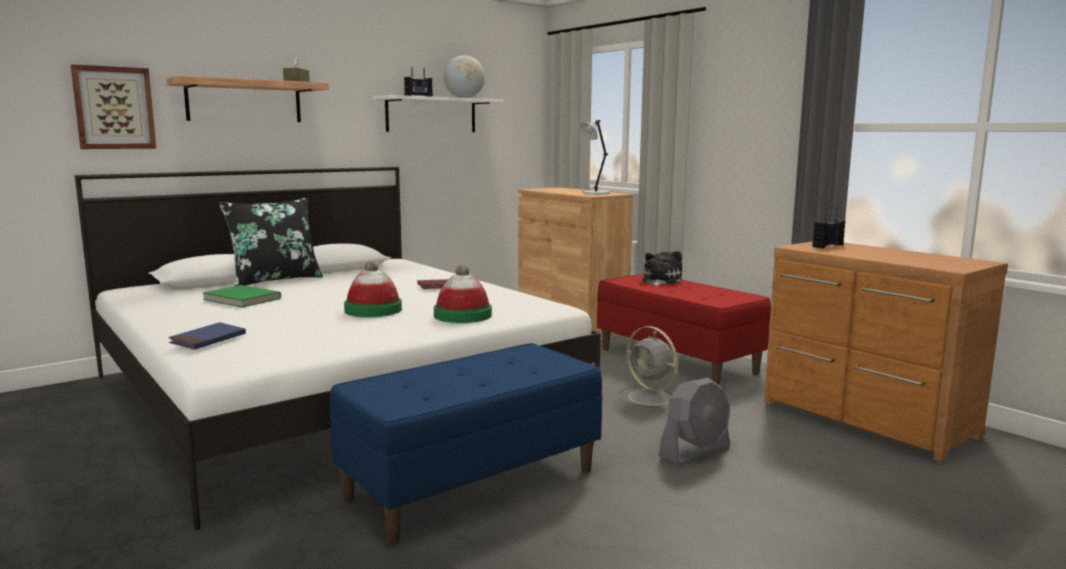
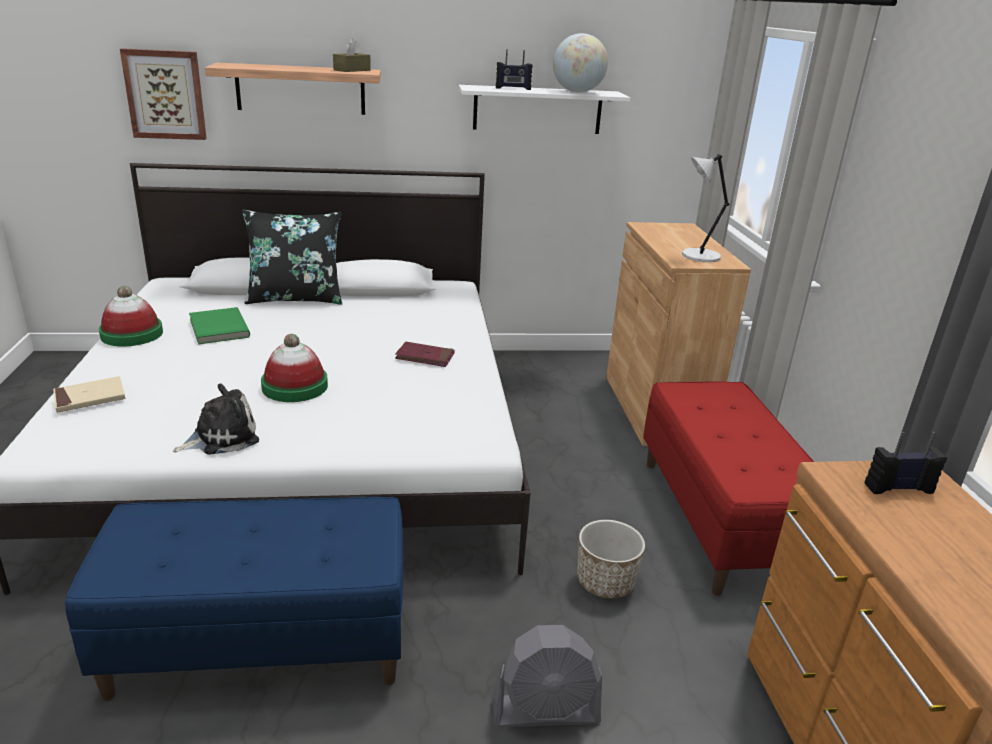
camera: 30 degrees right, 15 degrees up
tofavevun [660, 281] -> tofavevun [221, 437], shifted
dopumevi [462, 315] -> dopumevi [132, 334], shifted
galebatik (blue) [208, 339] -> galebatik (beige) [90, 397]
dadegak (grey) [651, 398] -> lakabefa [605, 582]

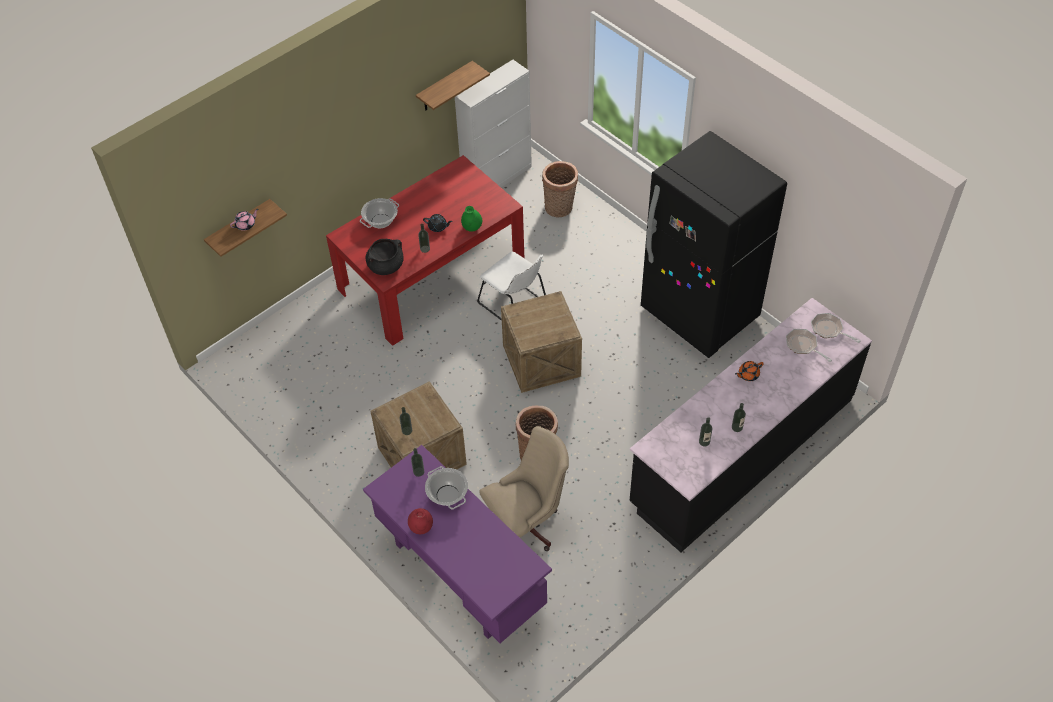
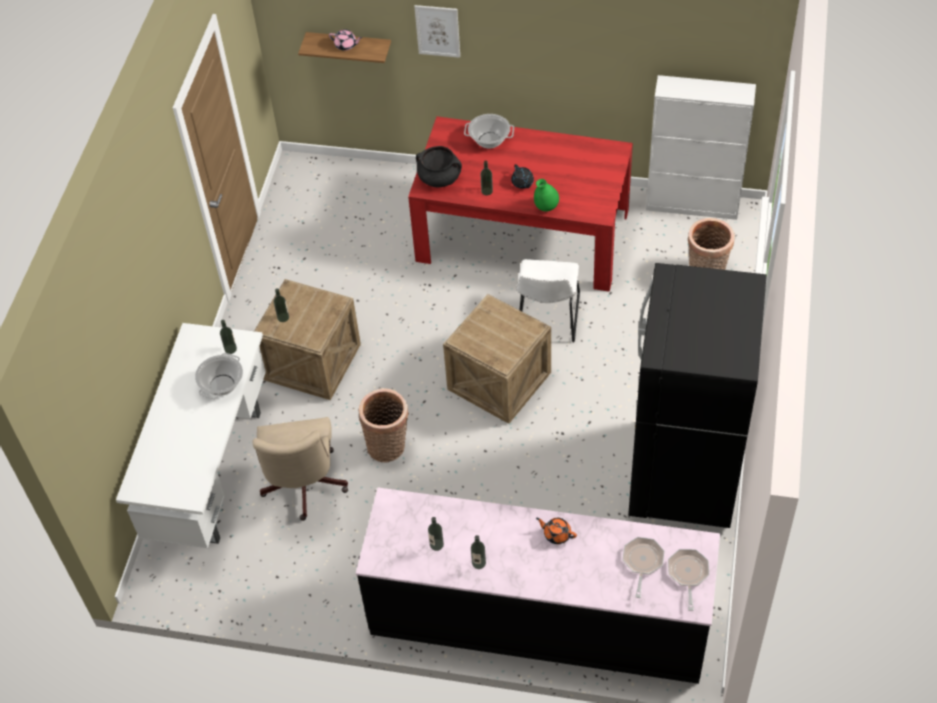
camera: 55 degrees right, 0 degrees up
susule [445, 87] -> none
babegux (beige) [526, 524] -> babegux (beige) [303, 488], 60 degrees clockwise
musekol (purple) [460, 574] -> musekol (white) [211, 472]
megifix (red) [421, 528] -> none
none -> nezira [437, 31]

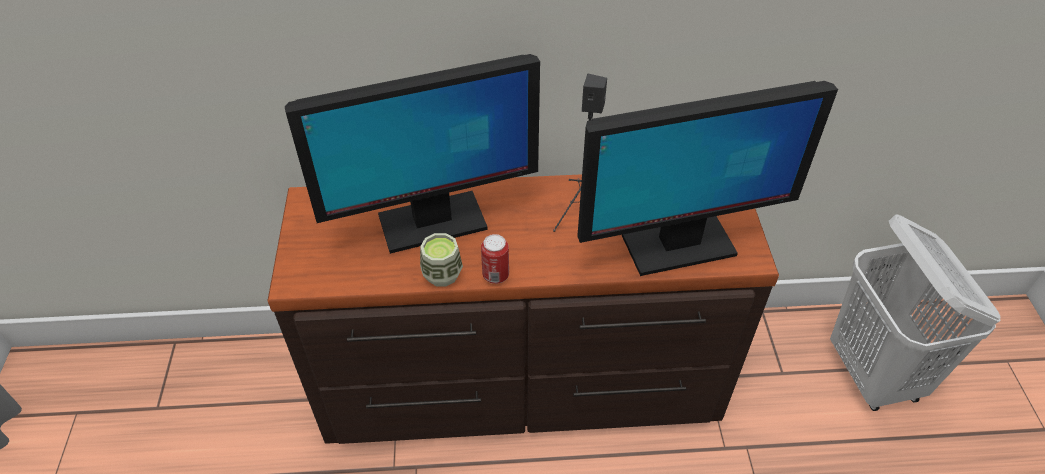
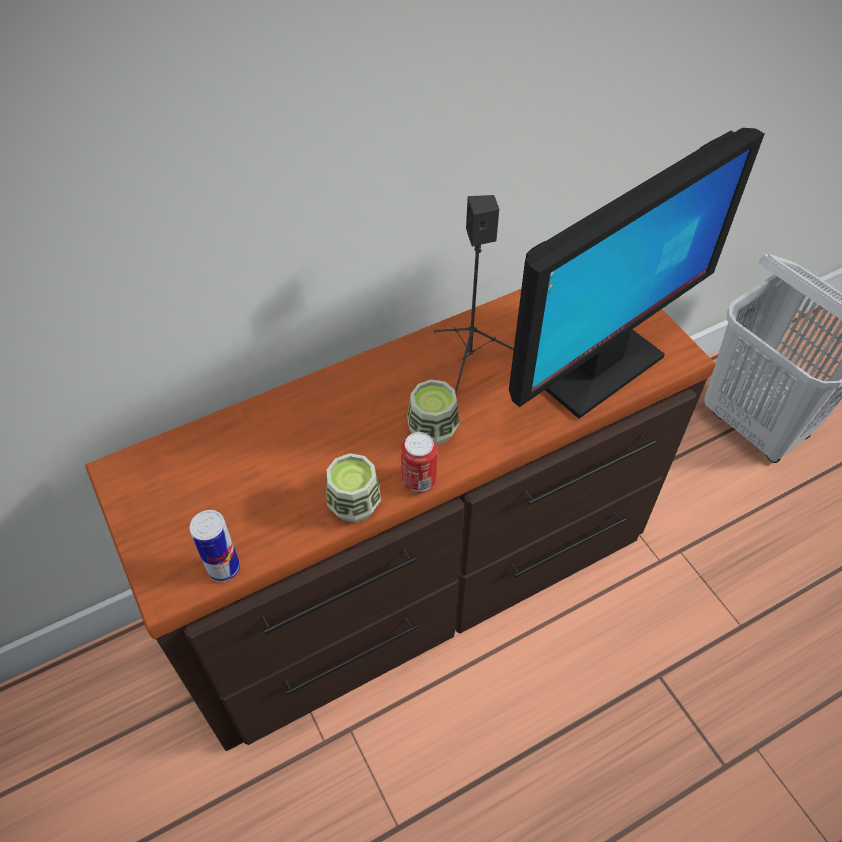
camera: 25 degrees left, 5 degrees up
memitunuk [431, 223] -> none
none -> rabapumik [433, 429]
none -> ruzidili [224, 568]

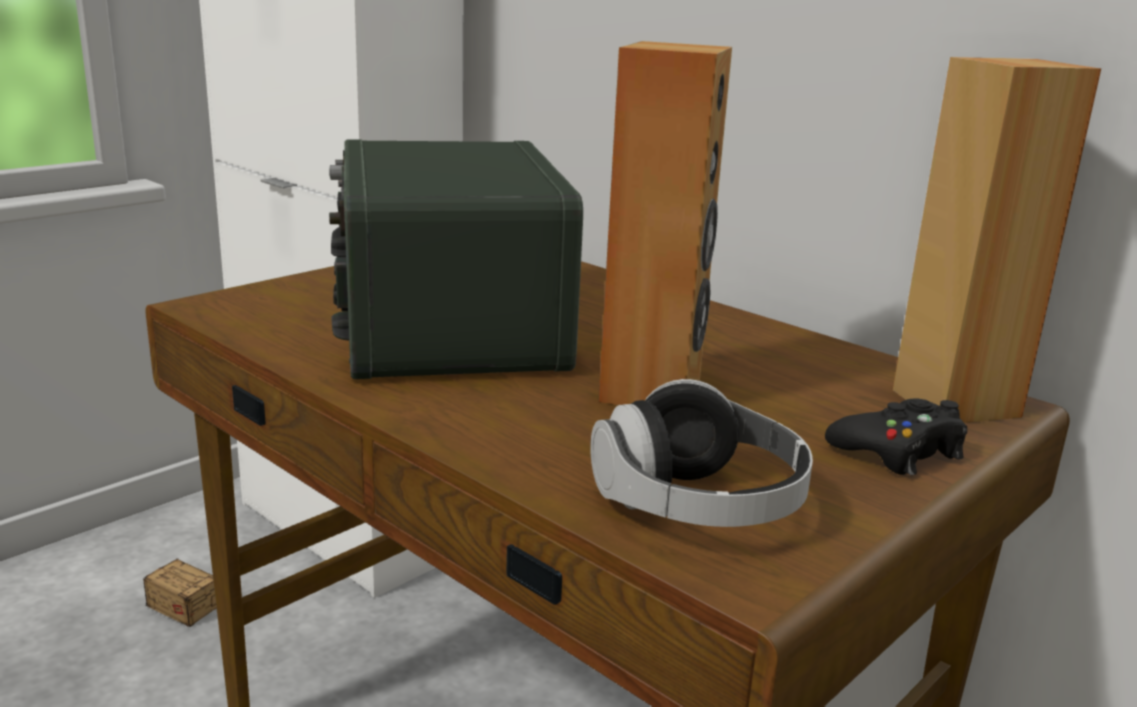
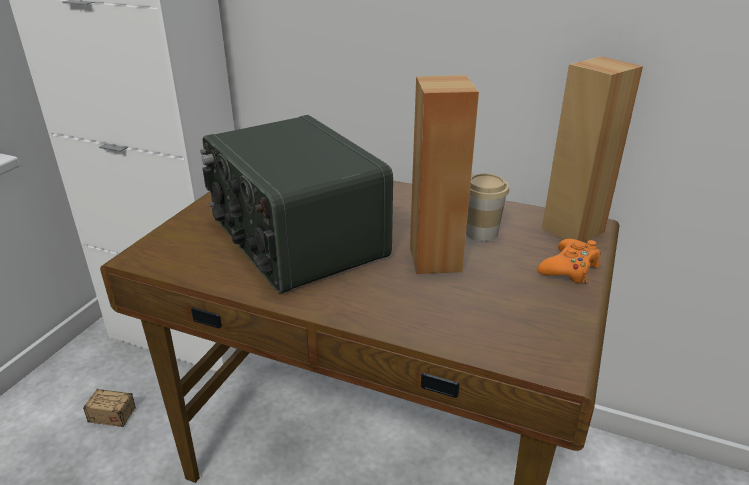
camera: 20 degrees left, 10 degrees up
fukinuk [698, 506] -> none
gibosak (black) [898, 451] -> gibosak (orange) [569, 268]
none -> rabapumik [481, 233]

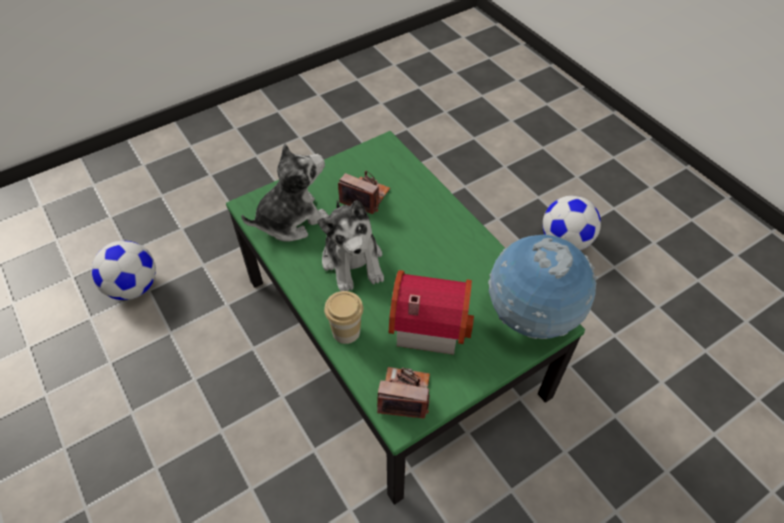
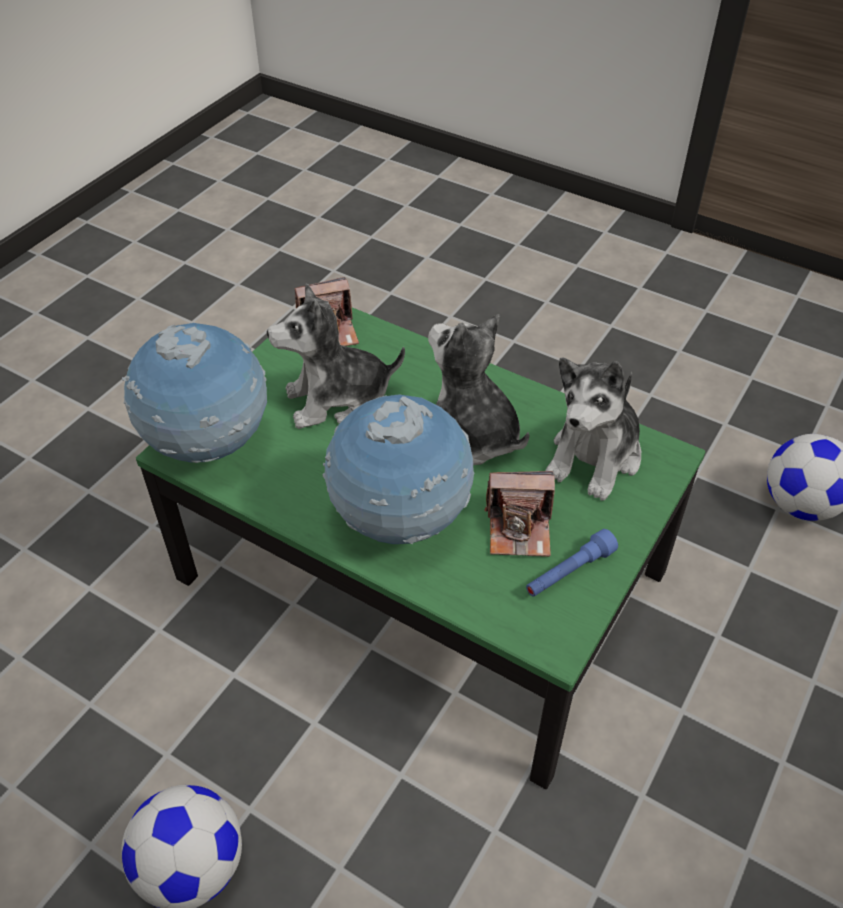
camera: 155 degrees right, 5 degrees down
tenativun [427, 321] -> tofavevun [338, 401]
rabapumik [346, 331] -> none
none -> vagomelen [400, 521]
none -> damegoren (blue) [569, 572]

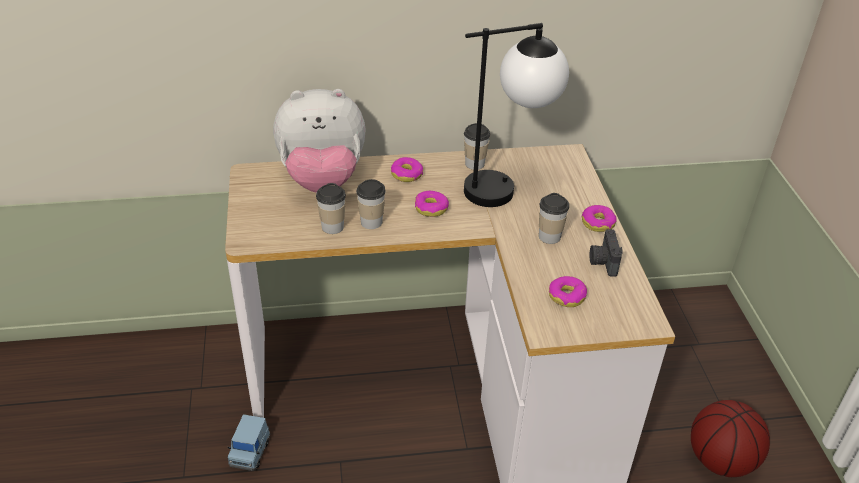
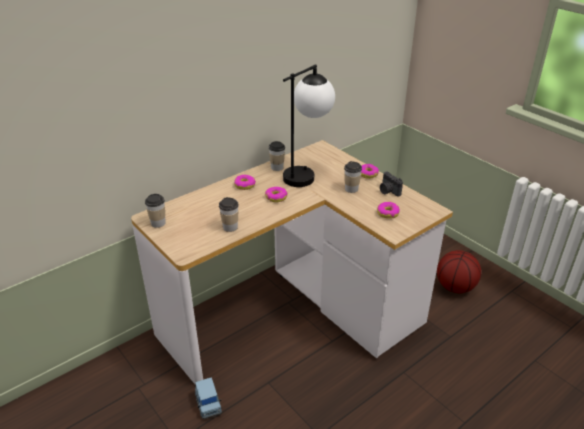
camera: 30 degrees left, 5 degrees down
tofavevun [322, 180] -> none
rabapumik [371, 222] -> rabapumik [158, 223], shifted

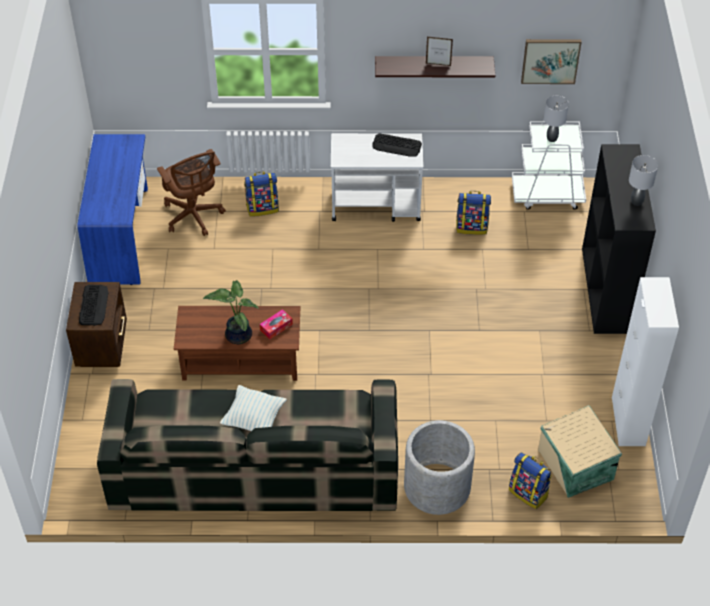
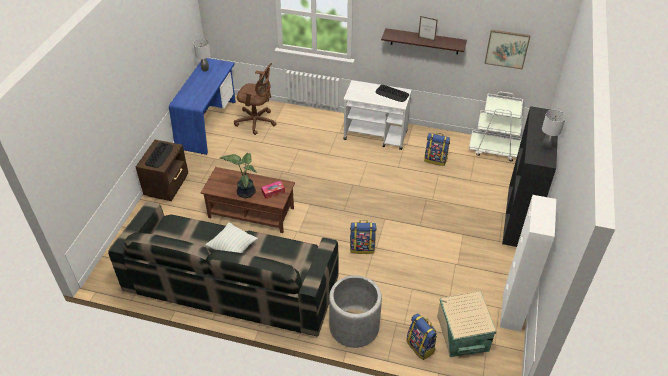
camera: 15 degrees right, 5 degrees down
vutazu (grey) [552, 138] -> vutazu (grey) [205, 69], shifted
babegux (brown) [194, 216] -> babegux (brown) [257, 122], 60 degrees counterclockwise
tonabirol [262, 208] -> tonabirol [362, 247], shifted

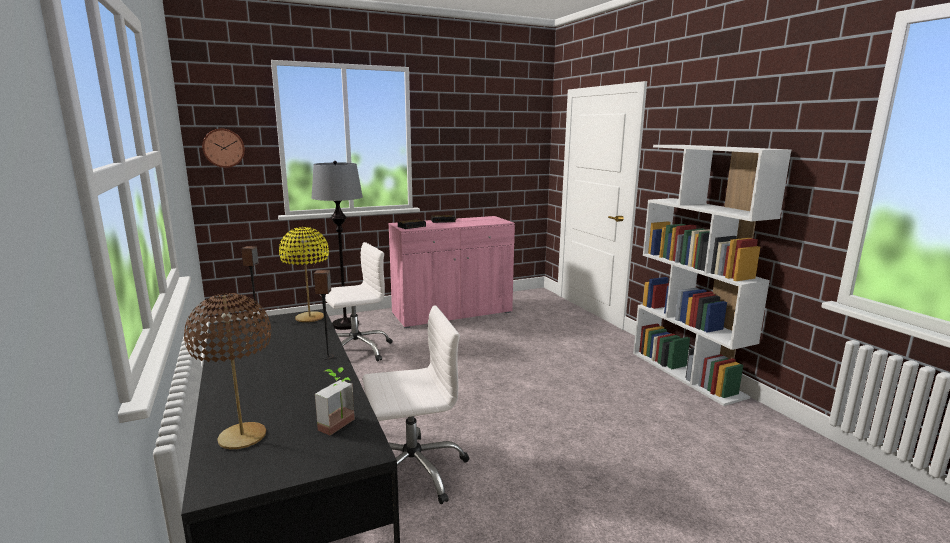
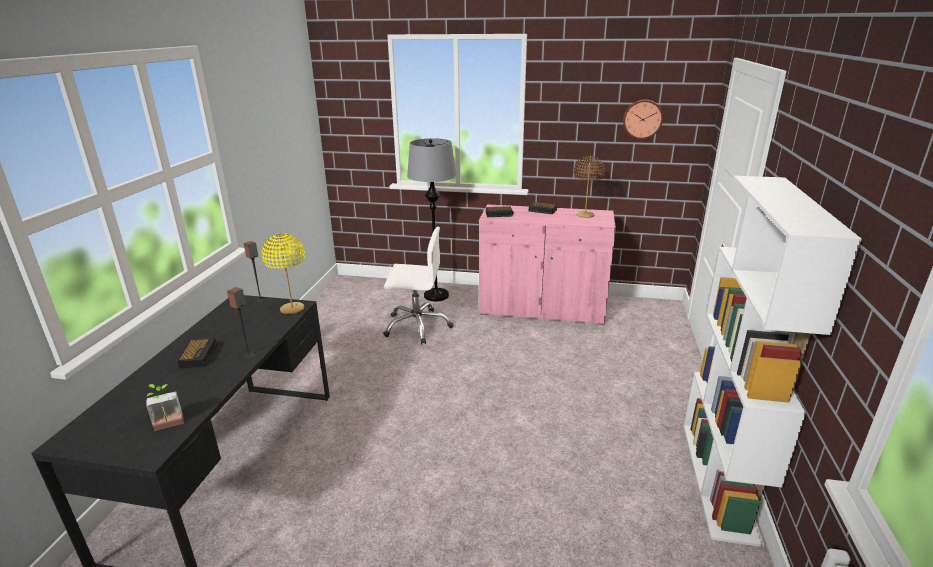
camera: 35 degrees right, 10 degrees up
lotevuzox [223, 148] -> lotevuzox [642, 119], shifted
vutazu (brown) [241, 437] -> vutazu (brown) [584, 215], shifted
babegux (white) [413, 470] -> none
none -> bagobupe [199, 355]

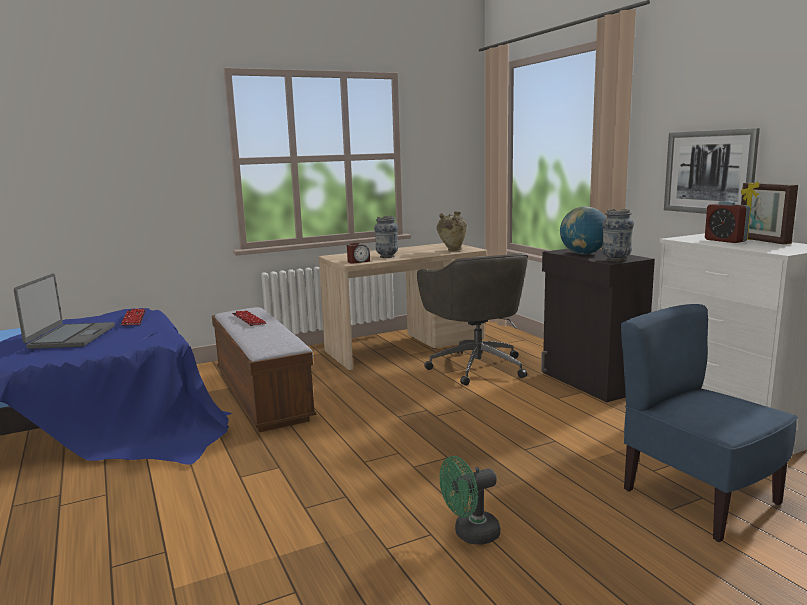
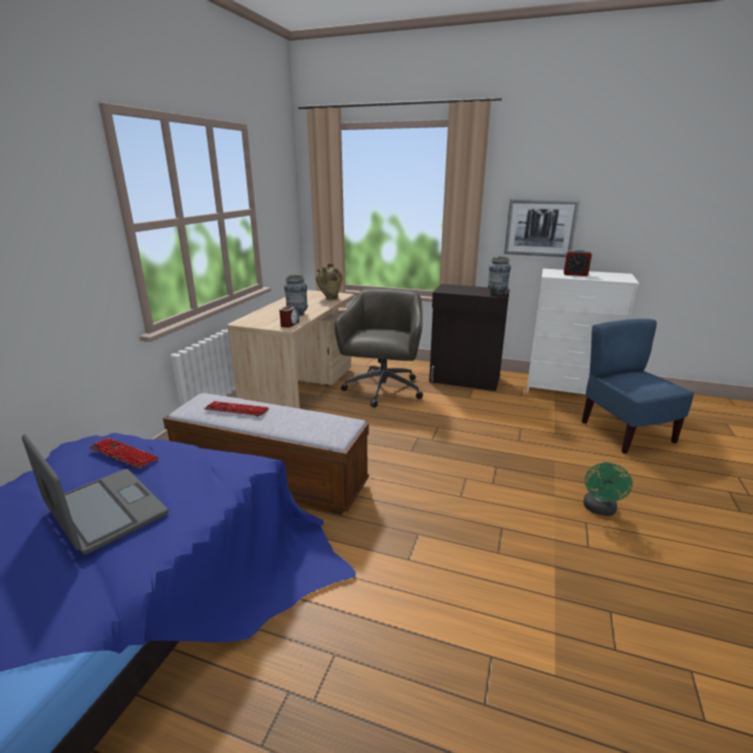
camera: 45 degrees left, 10 degrees up
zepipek [762, 241] -> none
vagomelen [583, 254] -> none
babegux (grey) [476, 366] -> babegux (grey) [382, 390], 105 degrees counterclockwise
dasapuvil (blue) [698, 498] -> dasapuvil (blue) [625, 433], 60 degrees clockwise

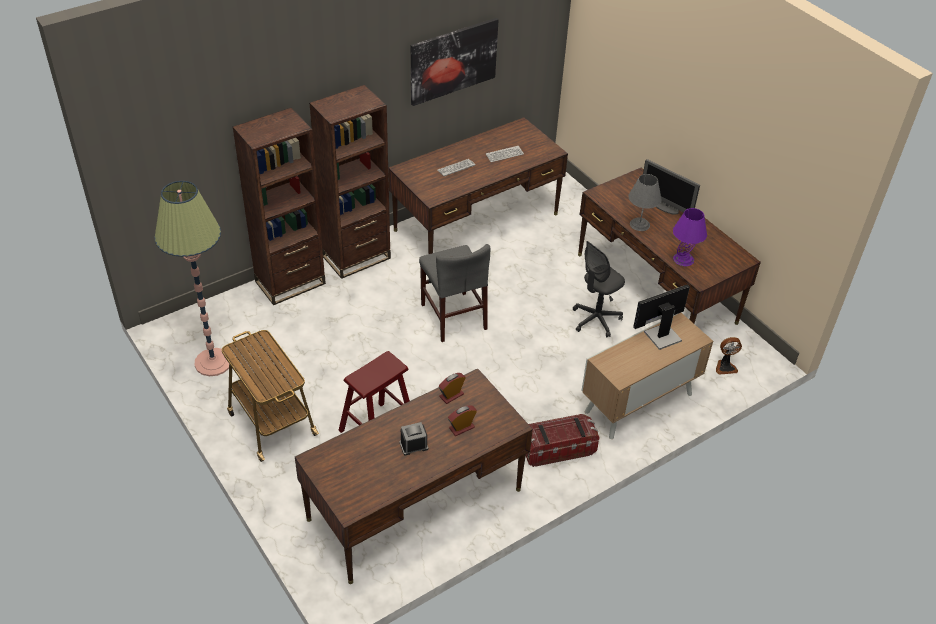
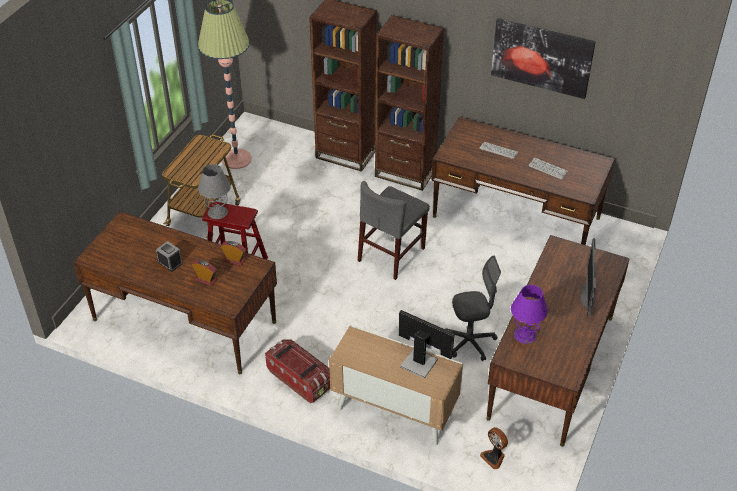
camera: 60 degrees right, 0 degrees up
vutazu (grey) [640, 224] -> vutazu (grey) [217, 212], shifted
babegux (grey) [596, 320] -> babegux (grey) [470, 342], 150 degrees clockwise

